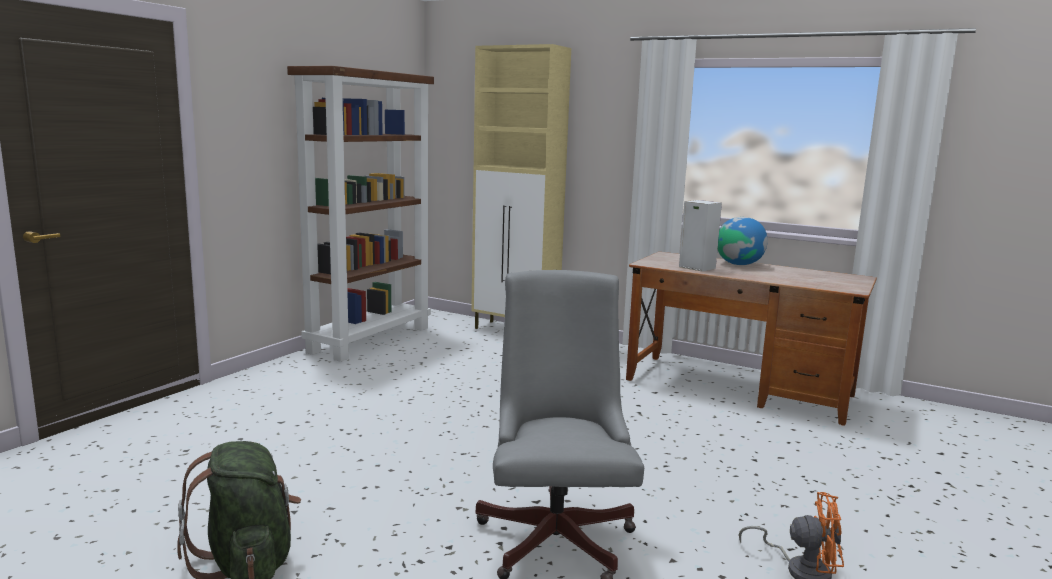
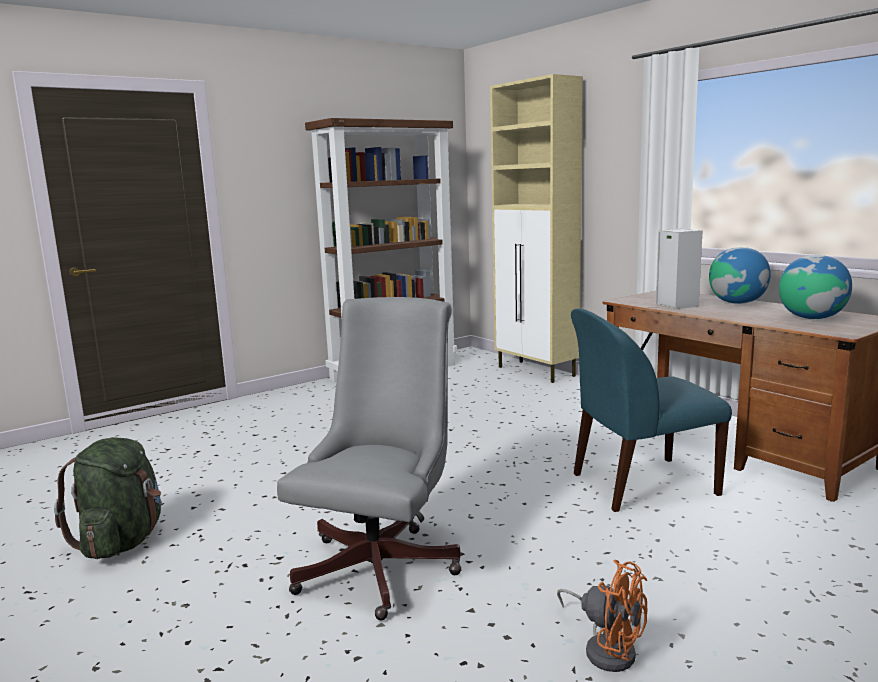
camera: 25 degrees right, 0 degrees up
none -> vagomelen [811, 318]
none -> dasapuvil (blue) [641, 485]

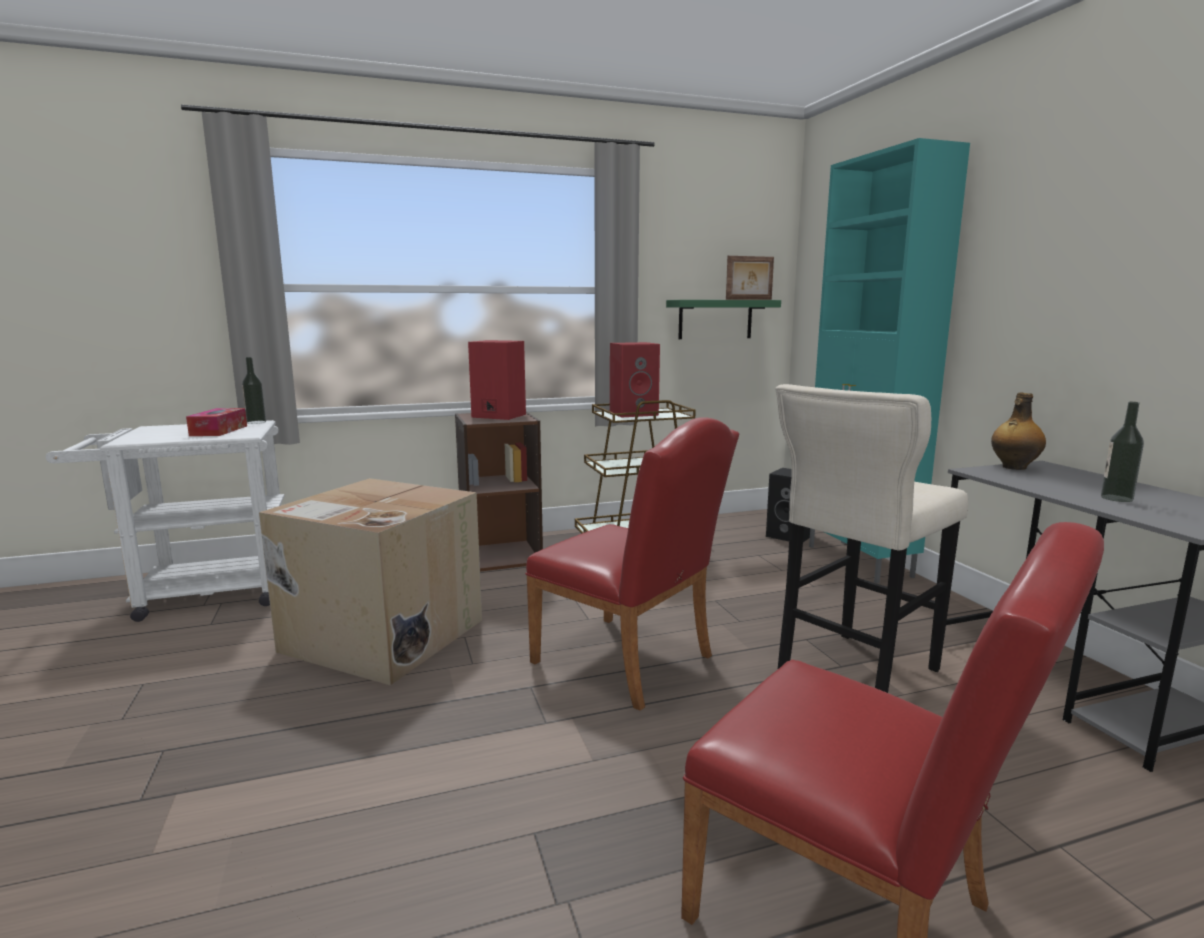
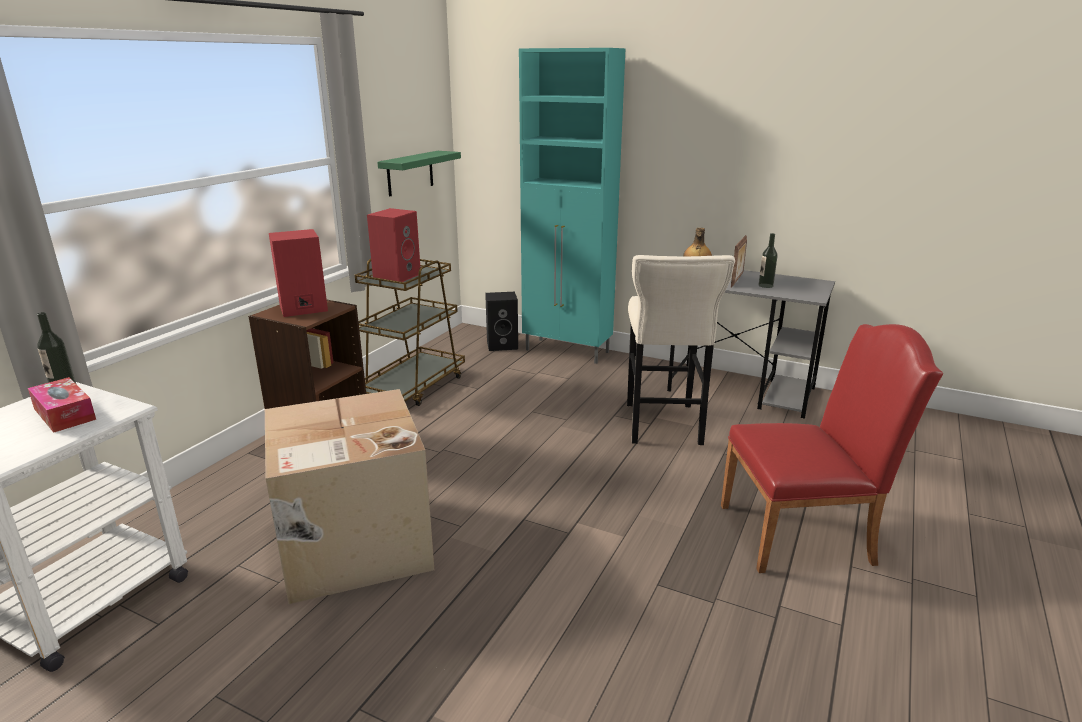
camera: 45 degrees left, 10 degrees up
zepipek [749, 299] -> zepipek [737, 280], shifted
dasapuvil (red) [631, 663] -> none

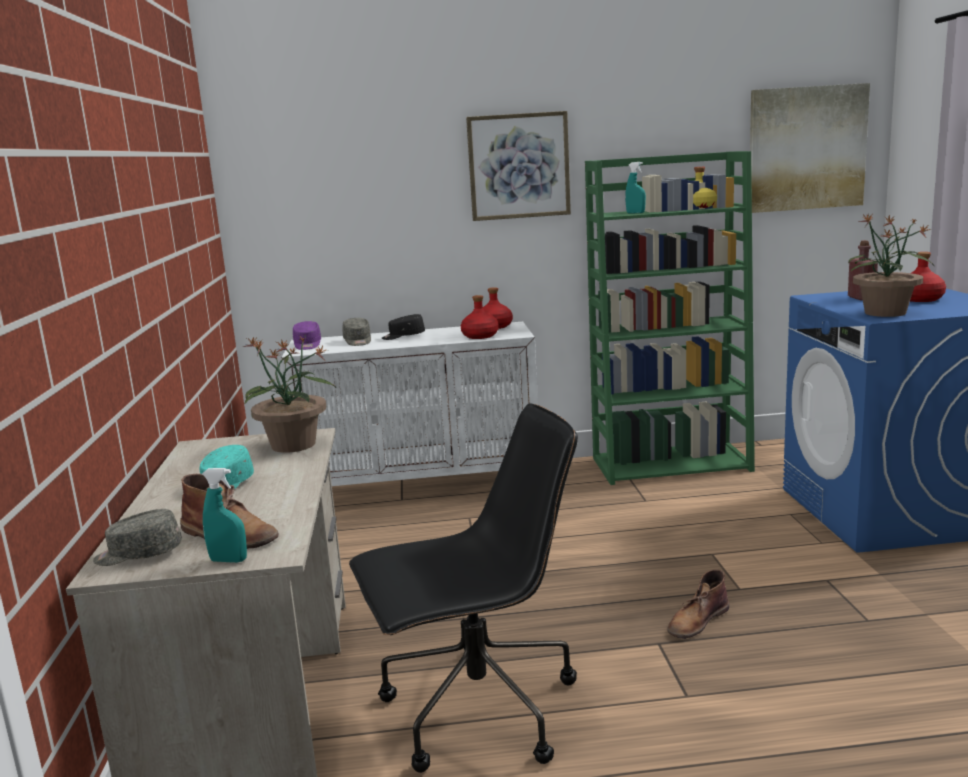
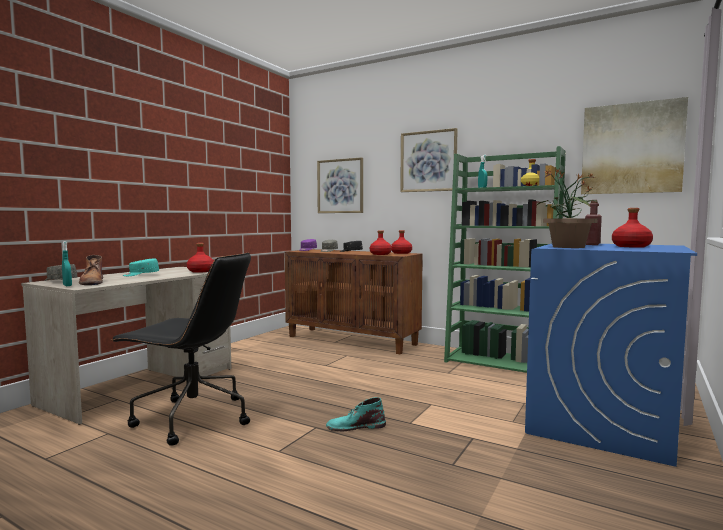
camera: 35 degrees right, 10 degrees down
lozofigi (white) [423, 488] -> lozofigi (brown) [352, 340]
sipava [294, 445] -> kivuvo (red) [200, 271]
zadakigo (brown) [697, 620] -> zadakigo (turquoise) [355, 426]
none -> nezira [340, 186]

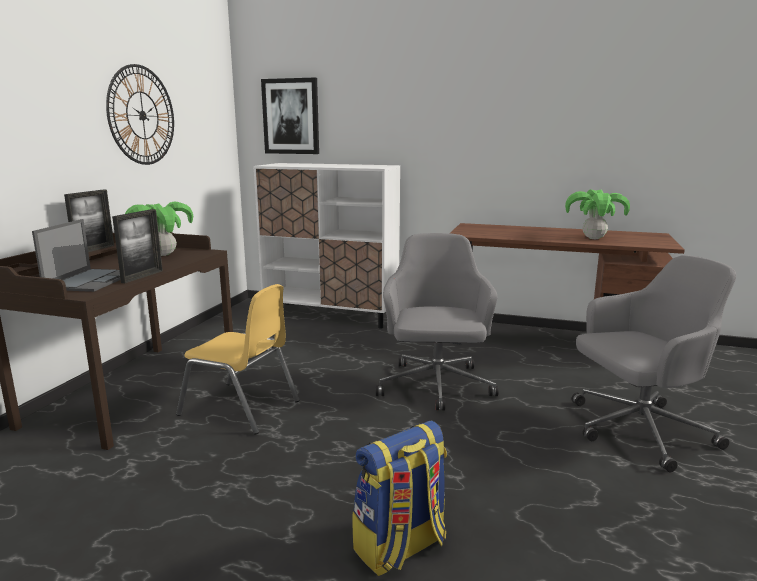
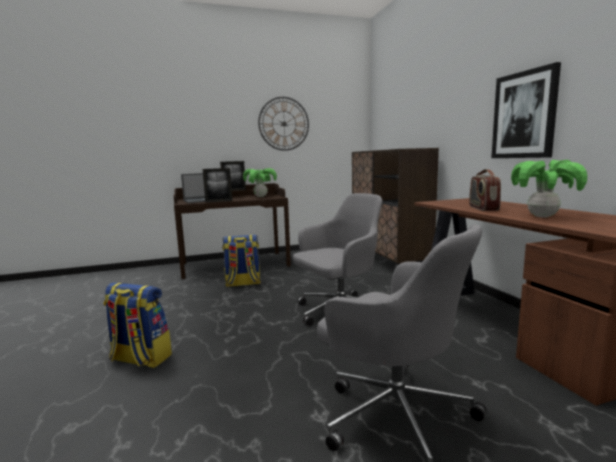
camera: 55 degrees right, 5 degrees down
nezira [291, 116] -> nezira [524, 115], shifted
lozofigi (white) [331, 315] -> lozofigi (brown) [389, 261]
dasapuvil (yellow) [240, 408] -> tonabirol [242, 283]
none -> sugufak [483, 208]

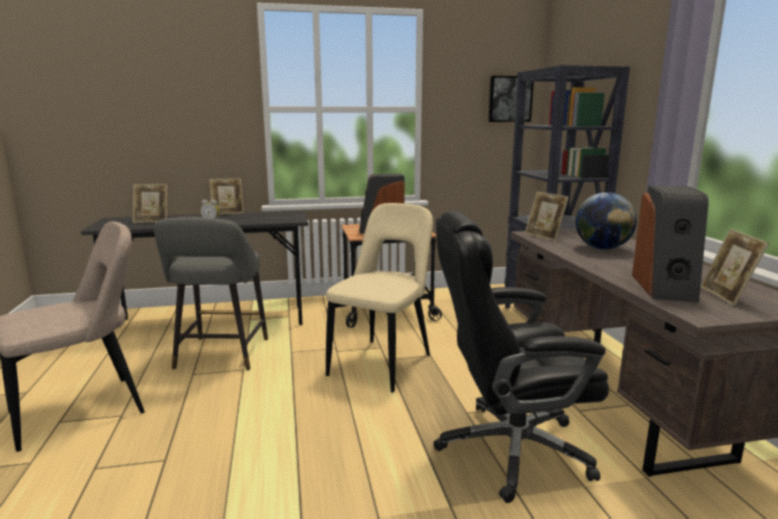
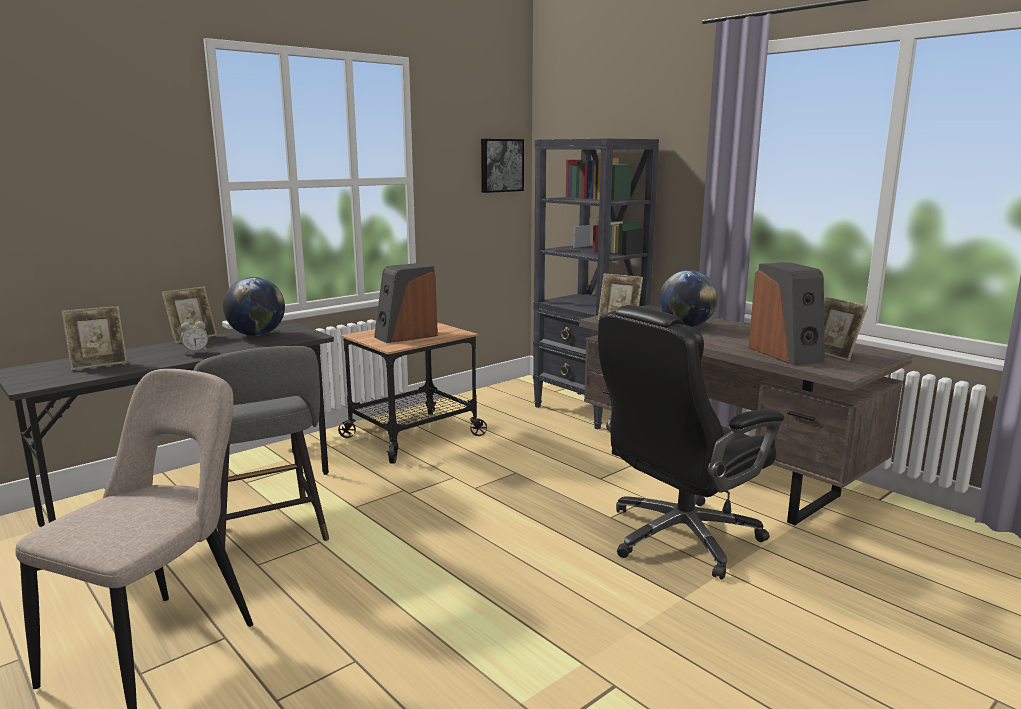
camera: 30 degrees left, 0 degrees up
dasapuvil (beige) [383, 363] -> none
none -> vagomelen [257, 335]

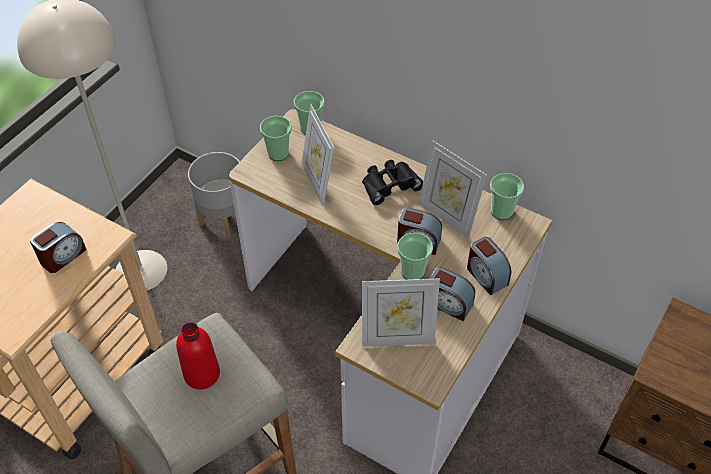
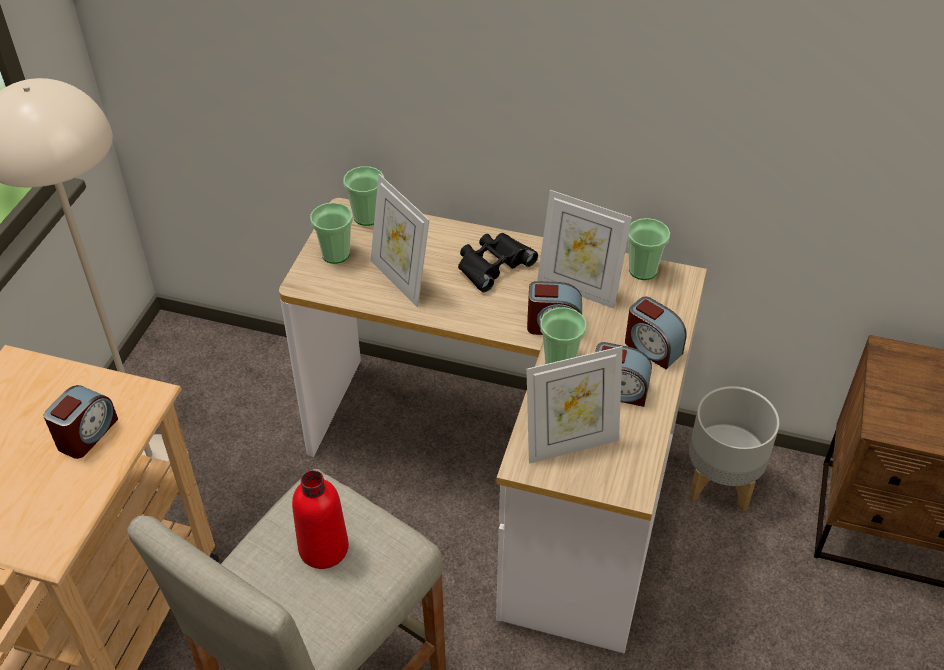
camera: 15 degrees left, 5 degrees down
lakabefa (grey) [224, 218] -> lakabefa (grey) [720, 482], shifted

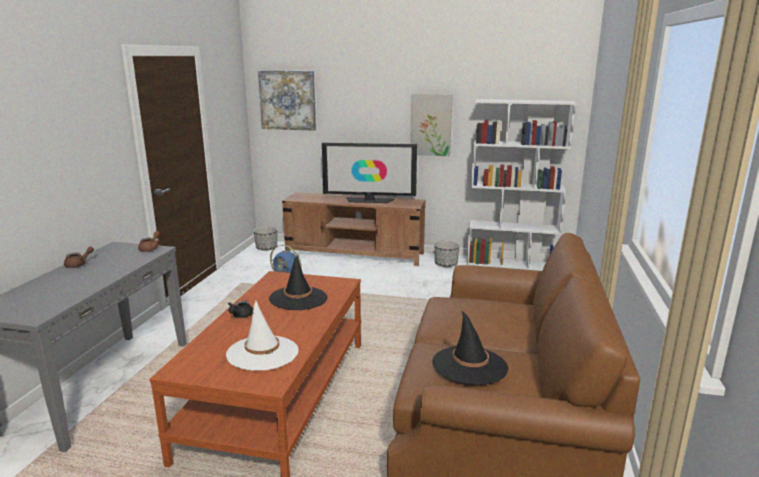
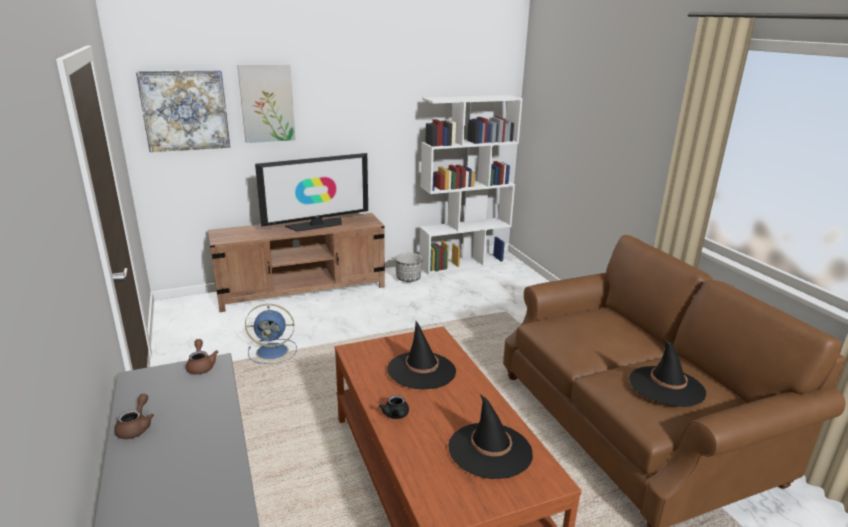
camera: 35 degrees left, 5 degrees up
nezira [431, 125] -> nezira [267, 103], shifted
lakabefa [266, 248] -> none
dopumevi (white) [262, 353] -> dopumevi (black) [490, 450]

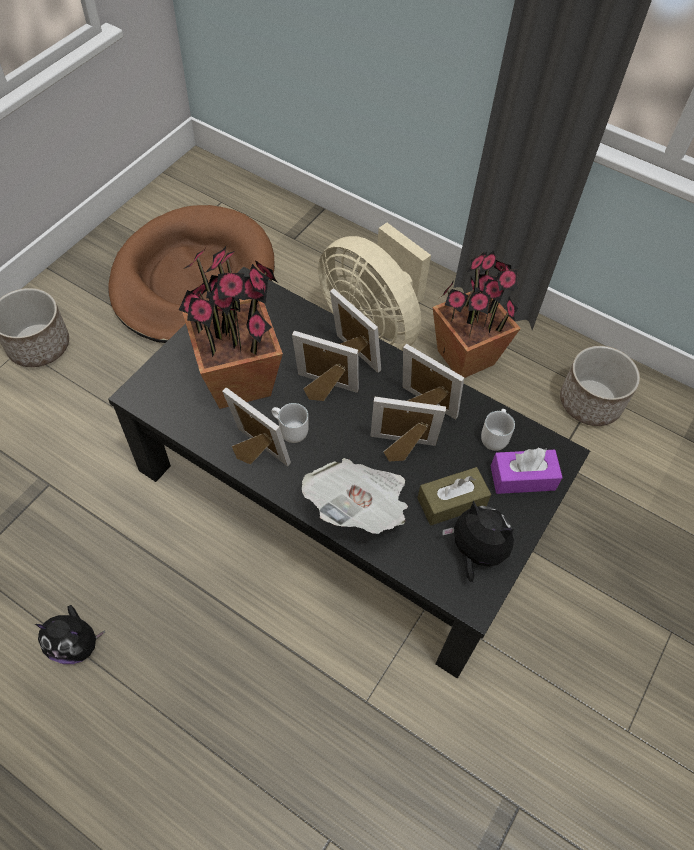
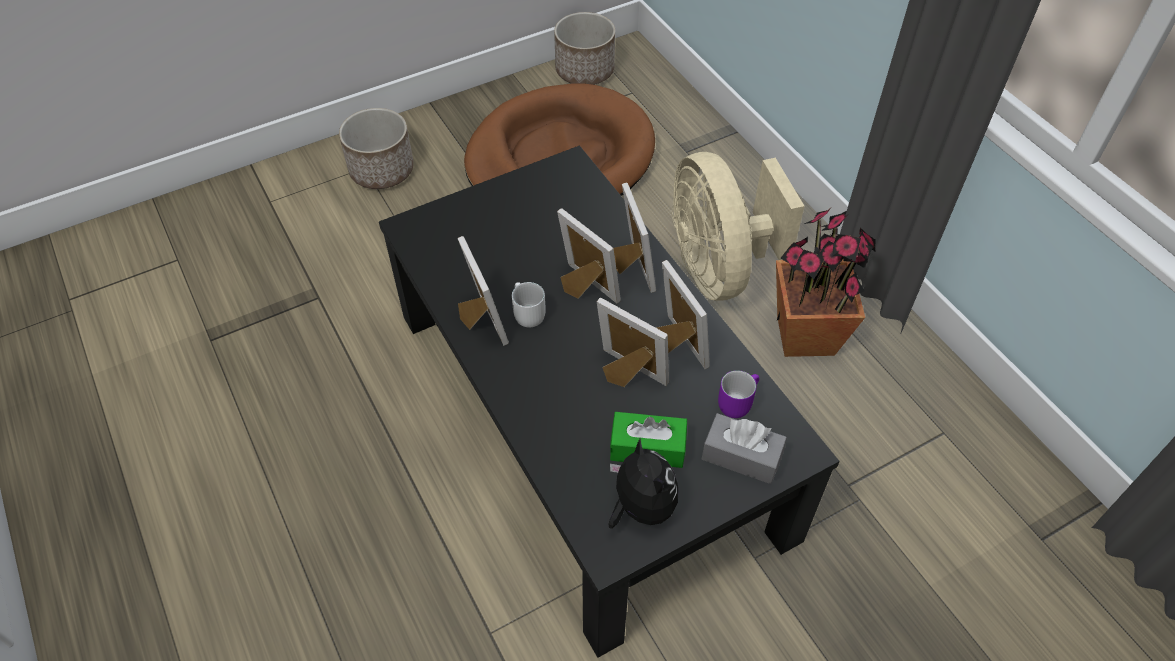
camera: 30 degrees right, 5 degrees down
sipava [239, 381] -> none
lakabefa [590, 402] -> lakabefa [585, 71], shifted
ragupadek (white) [493, 435] -> ragupadek (purple) [736, 401]
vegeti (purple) [522, 478] -> vegeti (grey) [741, 456]
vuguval [359, 506] -> none
vegeti (brown) [451, 502] -> vegeti (green) [647, 448]
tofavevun [76, 644] -> none

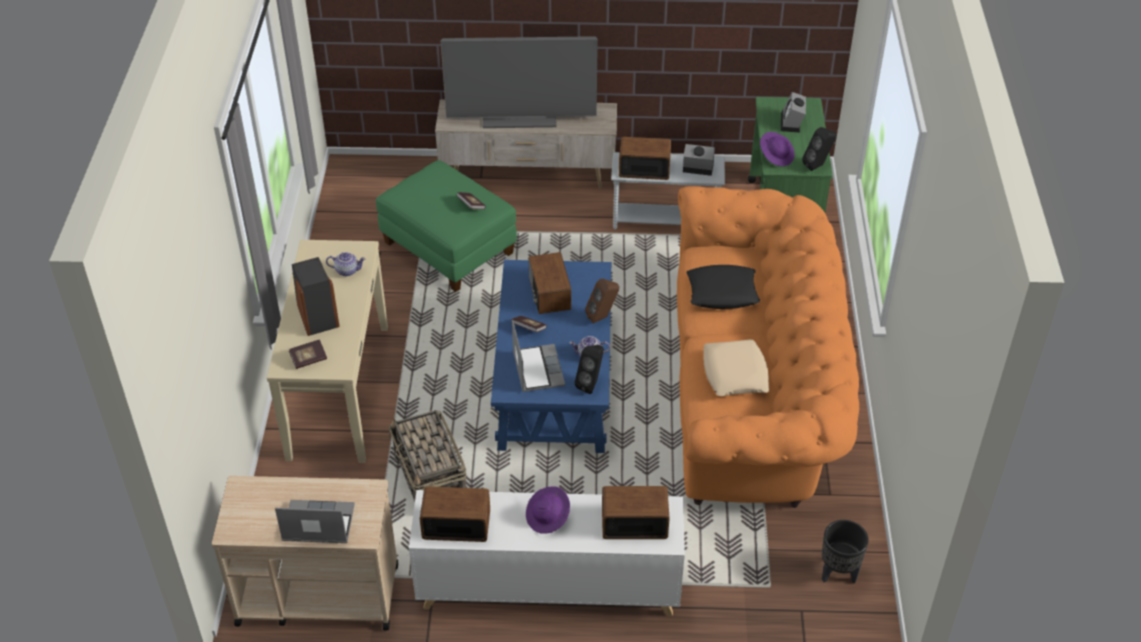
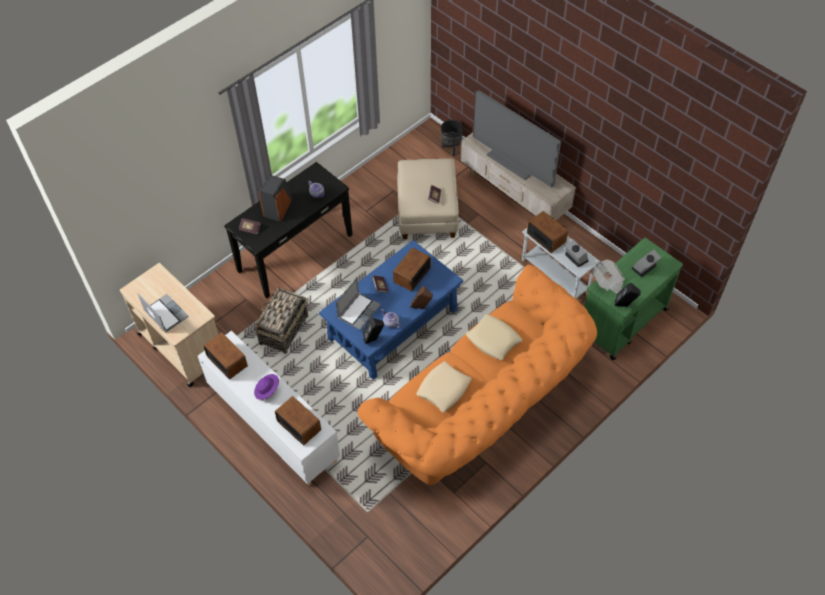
camera: 45 degrees right, 10 degrees up
dopumevi (purple) [776, 156] -> vuguval [608, 282]
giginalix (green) [448, 249] -> giginalix (beige) [426, 212]
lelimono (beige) [338, 391] -> lelimono (black) [295, 252]
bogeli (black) [722, 292] -> bogeli (beige) [493, 340]
lakabefa (black) [838, 574] -> lakabefa (black) [451, 149], shifted

